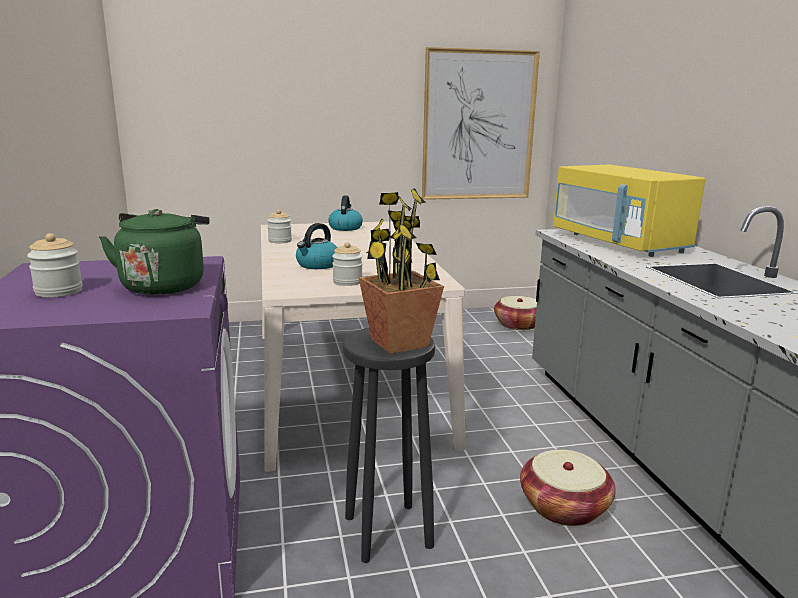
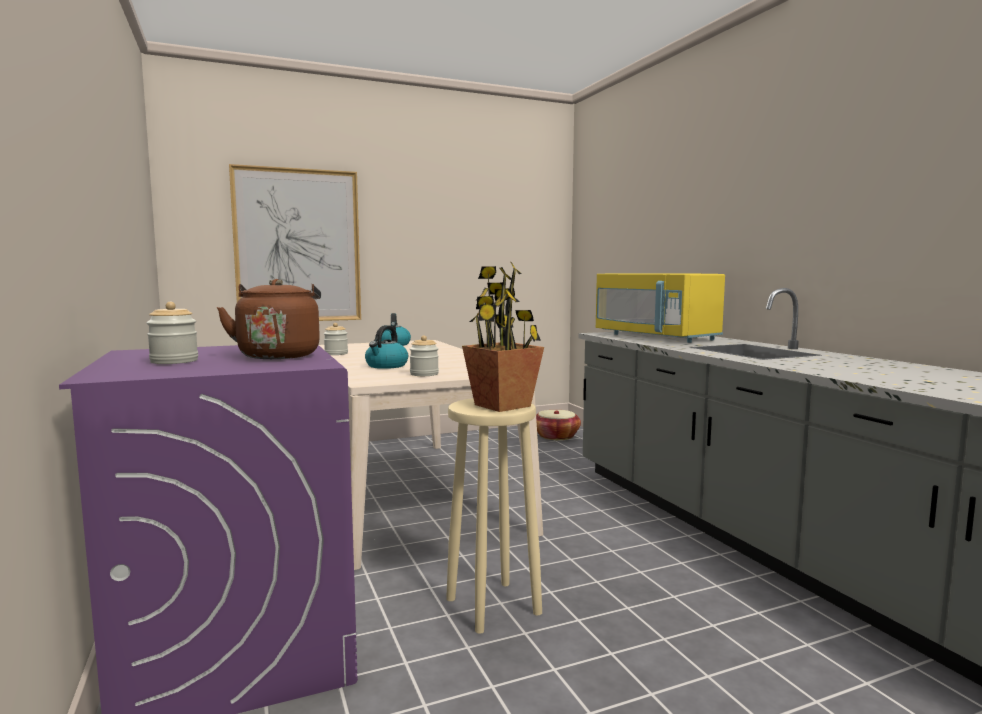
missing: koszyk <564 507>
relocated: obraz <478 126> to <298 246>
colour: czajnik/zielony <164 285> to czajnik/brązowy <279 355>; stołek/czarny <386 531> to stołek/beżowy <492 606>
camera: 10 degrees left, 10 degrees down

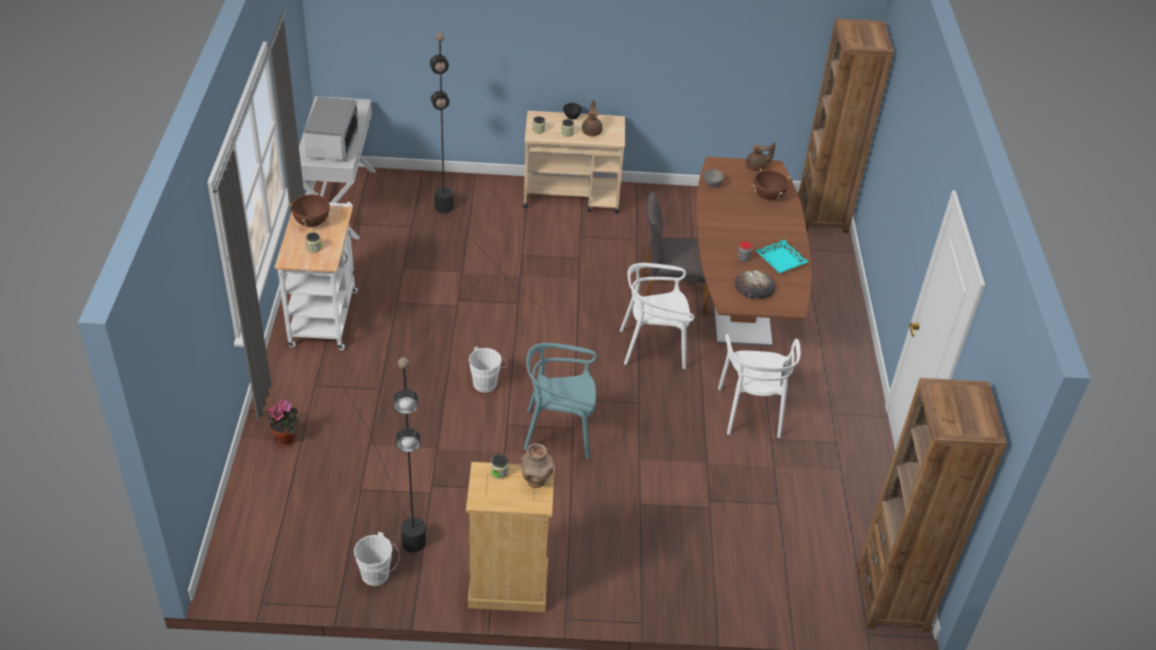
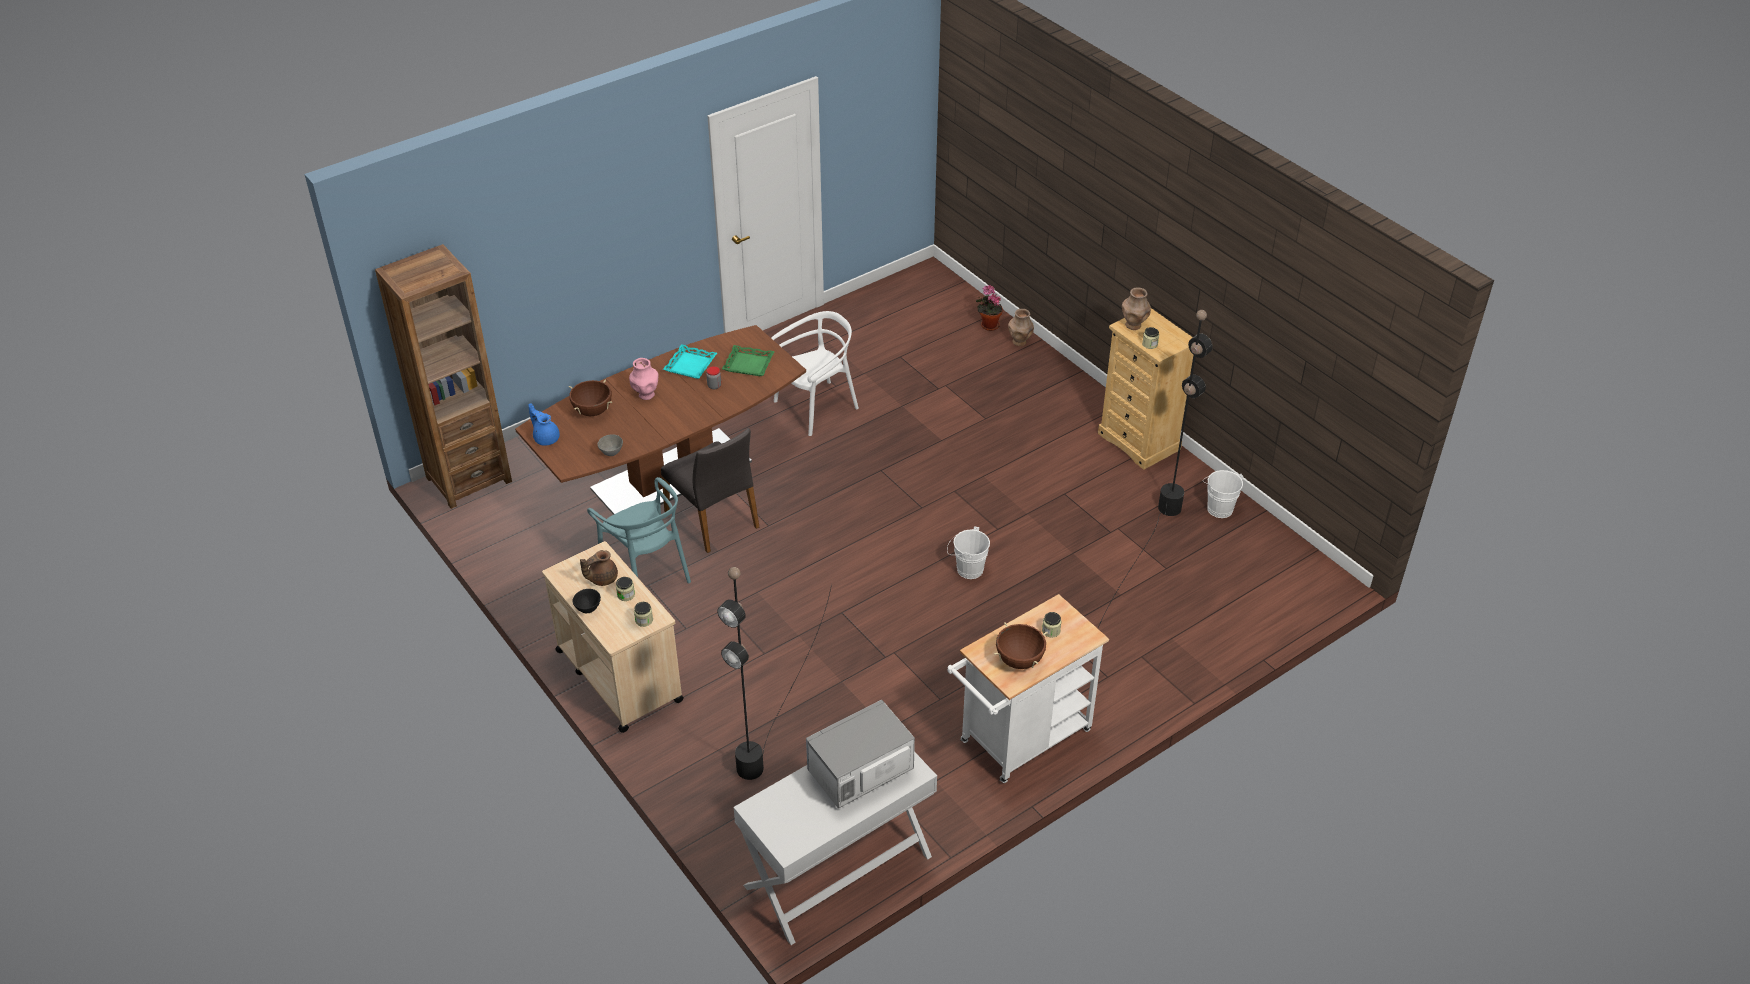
missing: krzesło/biały <653 347>; regał/brązowy <892 599>
appeared: wazon/różowy <646 395>; wazon/brązowy <1019 342>
relocated: krzesło/turkusowy <559 431> to <647 573>; roślina doniczkowa <287 438> to <988 325>
exchanged: chleb <754 287> to taca/zielony <748 364>
colour: imbryk/brązowy <757 167> to imbryk/niebieski <546 438>
camera: 125 degrees left, 0 degrees up

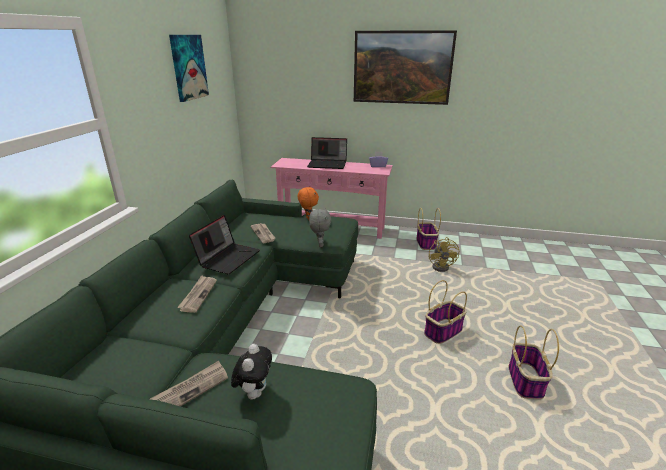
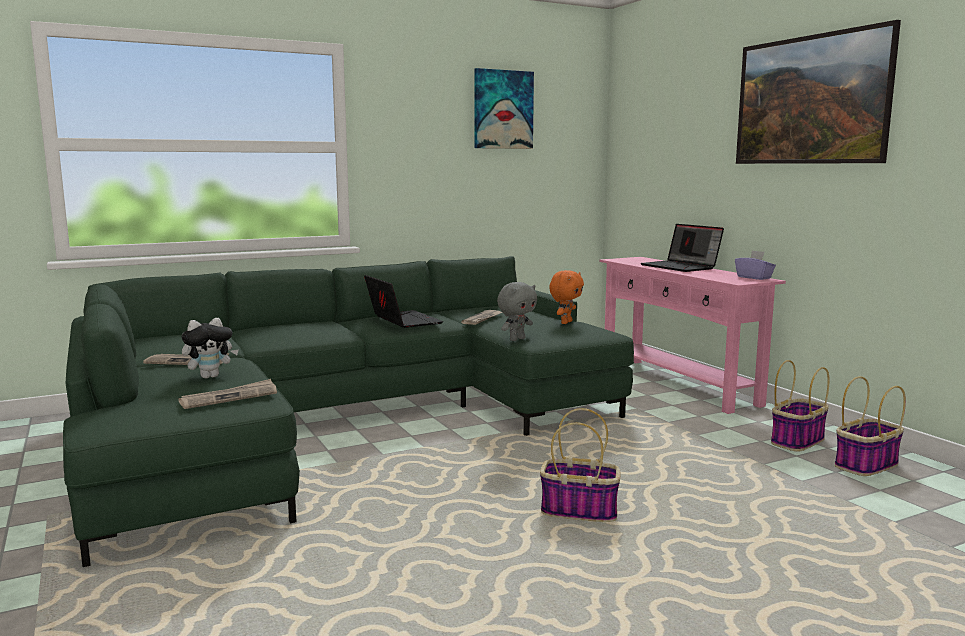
missing: wentylator/żółty <442 266>
relocated: gazeta <198 295> to <229 397>; koszyk <526 381> to <866 465>
spun: laptop <228 258> = <402 321> 105 degrees counterclockwise
camera: 50 degrees right, 15 degrees down

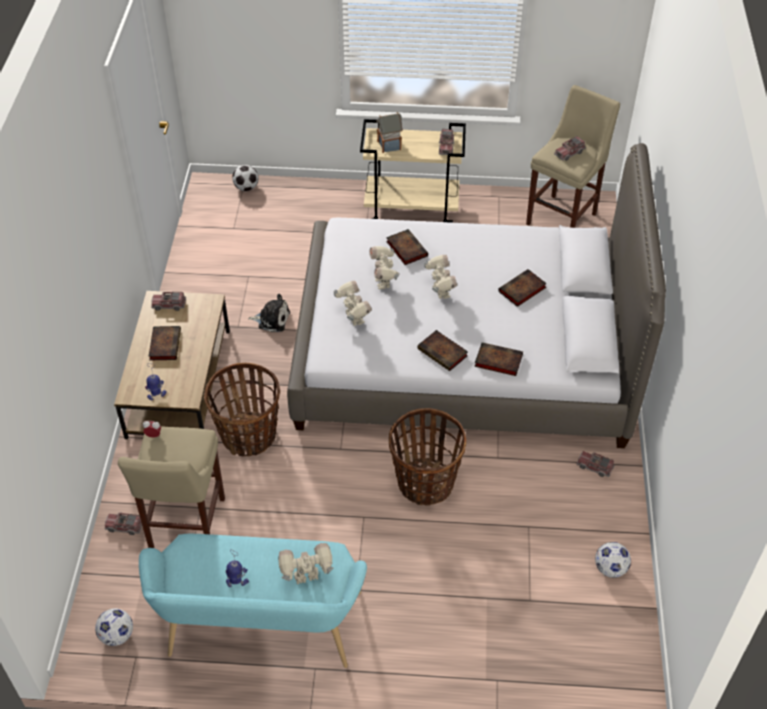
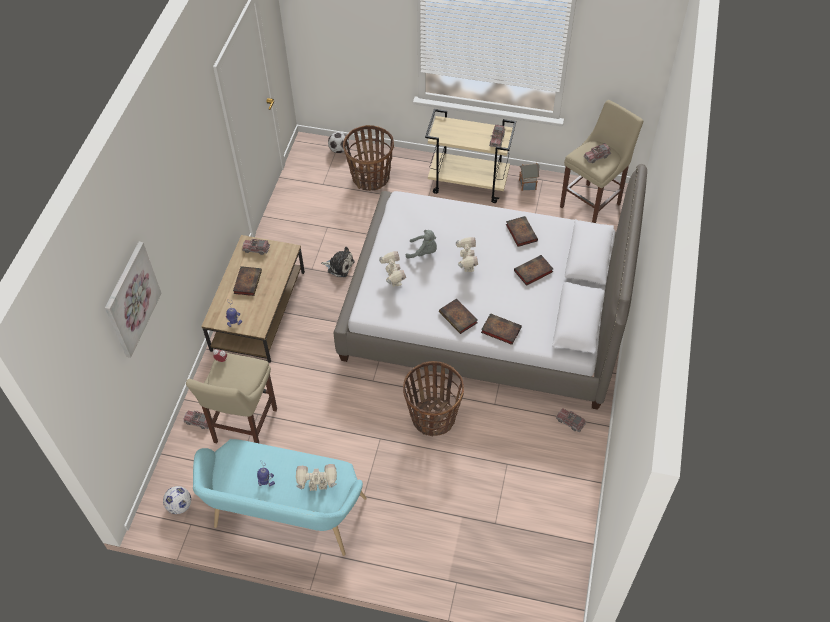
missing: piłka futbolowa <610 568>
appeared: obraz <131 299>
relocated: koszyk <249 436> to <371 178>; książka <405 248> to <520 232>; domek <389 145> to <528 184>
exchanged: robot zabawkowy <383 282> to pluszak/szary <423 252>
camera: 10 degrees right, 5 degrees up

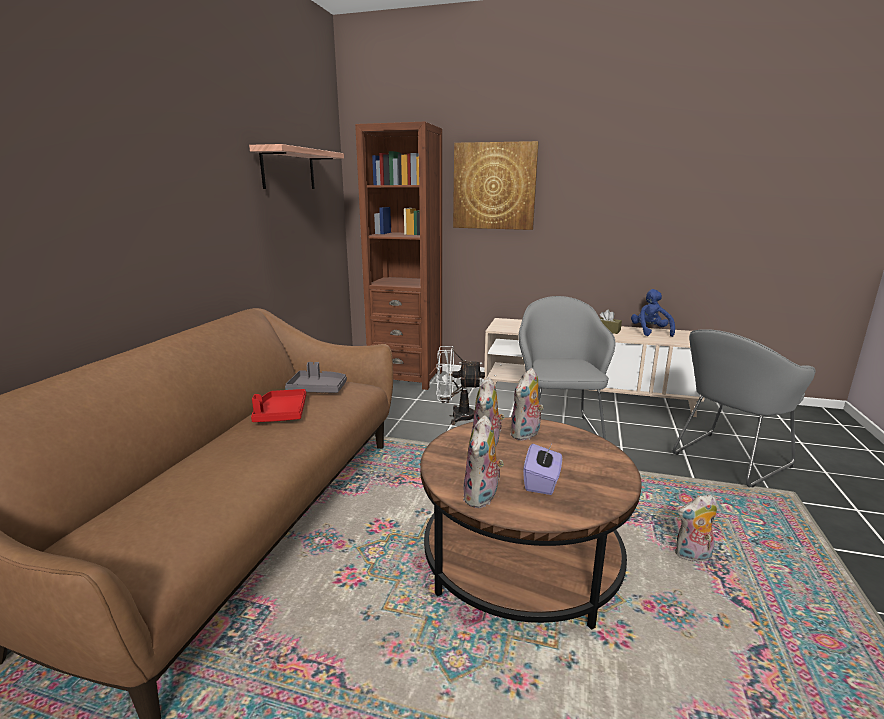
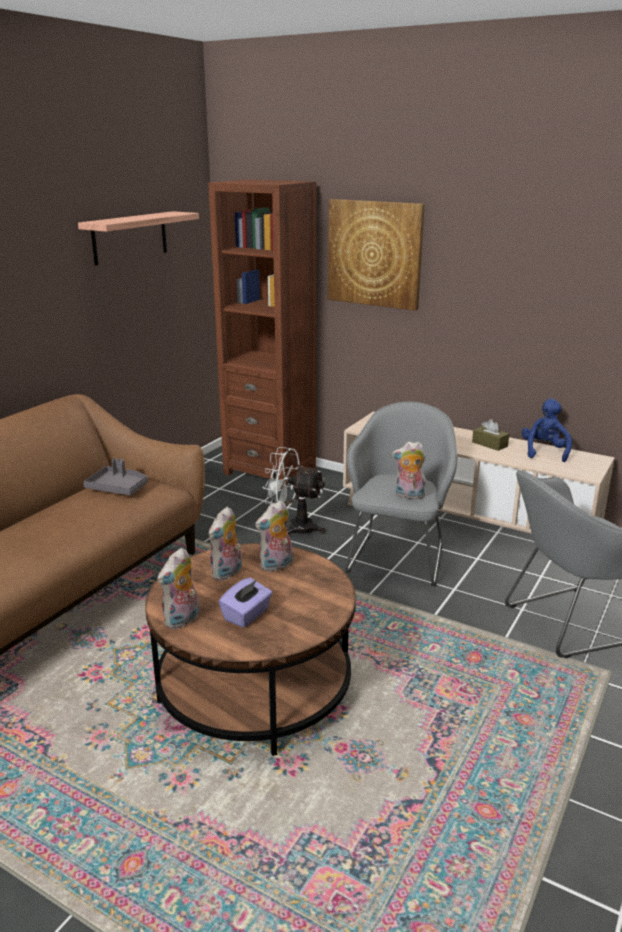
missing: taca/czerwony <281 414>
relocated: pluszak <692 557> to <408 496>
camera: 15 degrees right, 5 degrees up

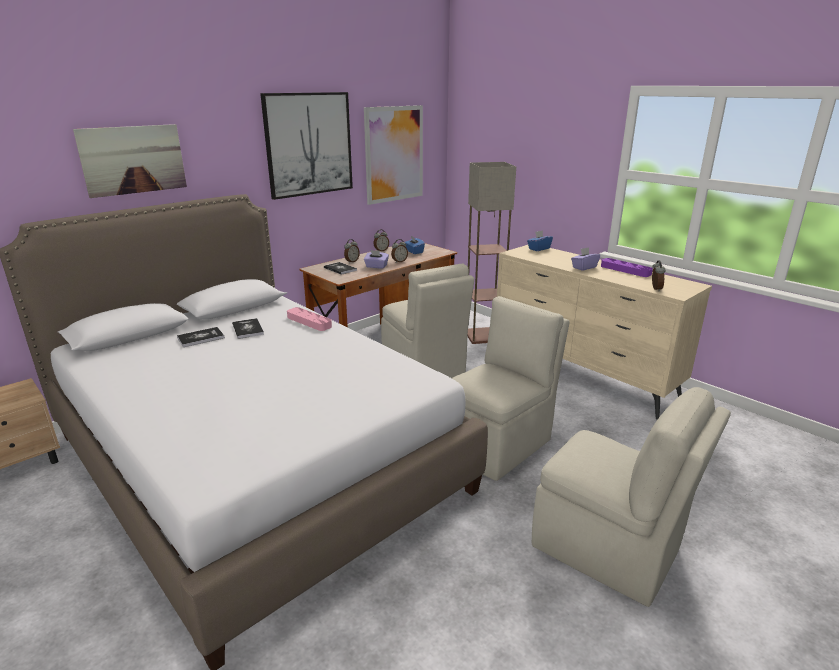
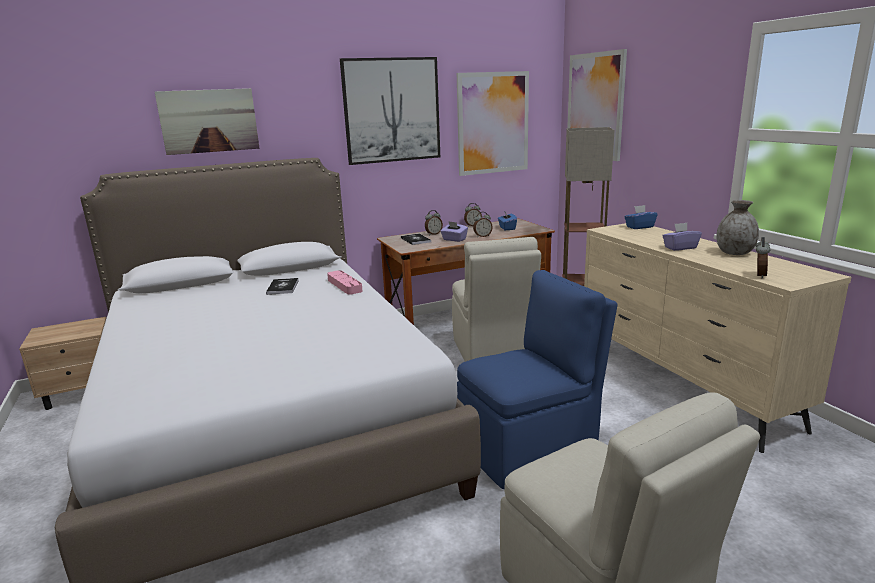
missing: książka <201 338>
appeared: obraz <595 106>
exchanged: taca/fioletowy <625 270> to wazon/szary <734 253>
colour: krzesło/beżowy <498 444> to krzesło/niebieski <529 447>
camera: 20 degrees right, 5 degrees down

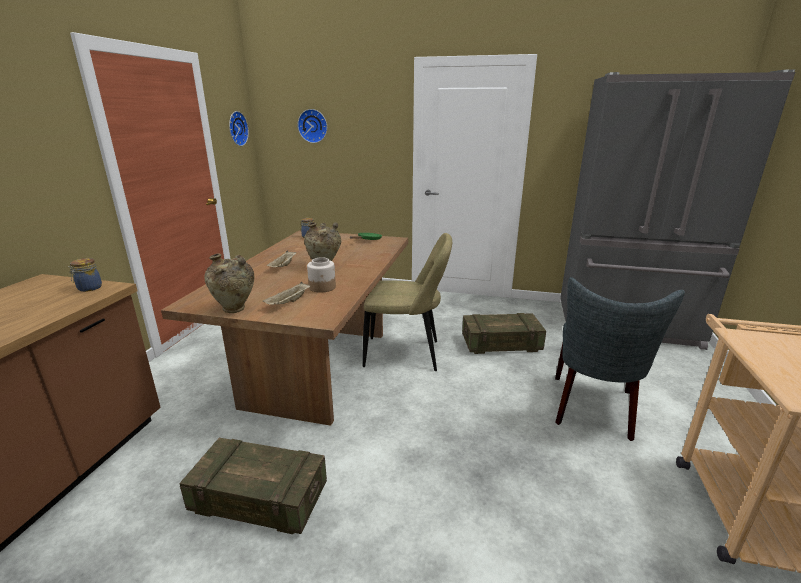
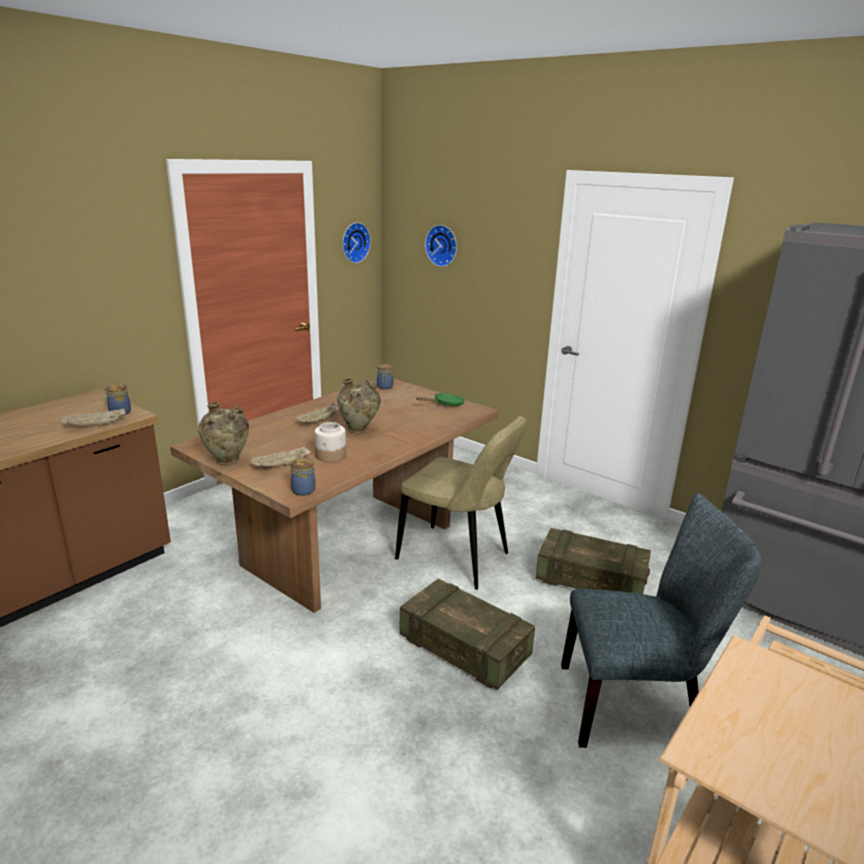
appeared: taca/beżowy <95 426>; słoik <304 490>
relocated: skrzynka <259 499> to <464 648>
spun: krzesło/szary <592 410> = <637 705> 135 degrees counterclockwise
camera: 25 degrees right, 0 degrees up

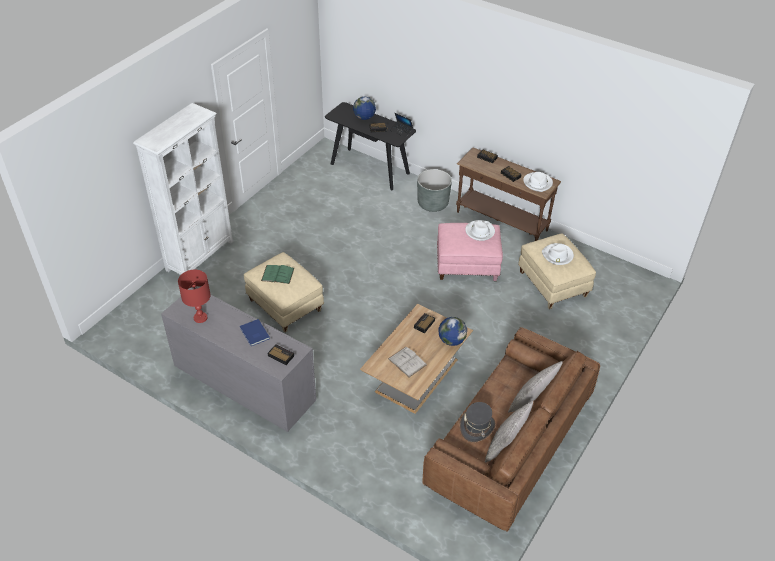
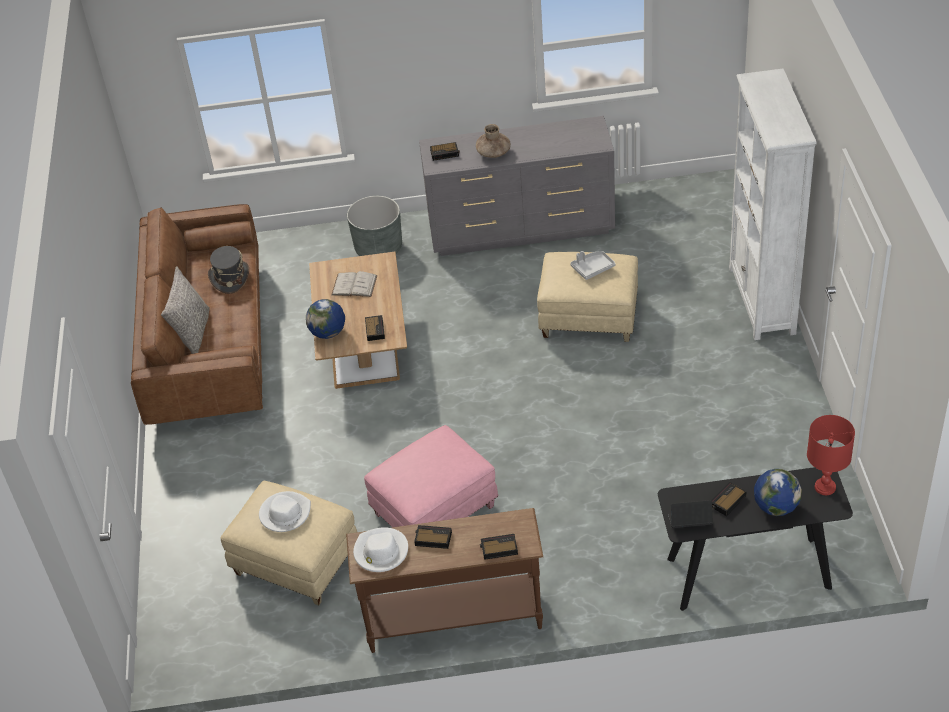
missing: kapelusz/biały <479 231>; poduszka/szary <505 445>
relocated: donica/szary <433 203> to <378 248>; lampa stołowa/czerwony <200 318> to <824 487>
exchanged: książka/niebieski <254 334> to wazon/brązowy <493 153>; książka/zielony <277 274> to taca/szary <592 268>
camera: 145 degrees right, 0 degrees up

